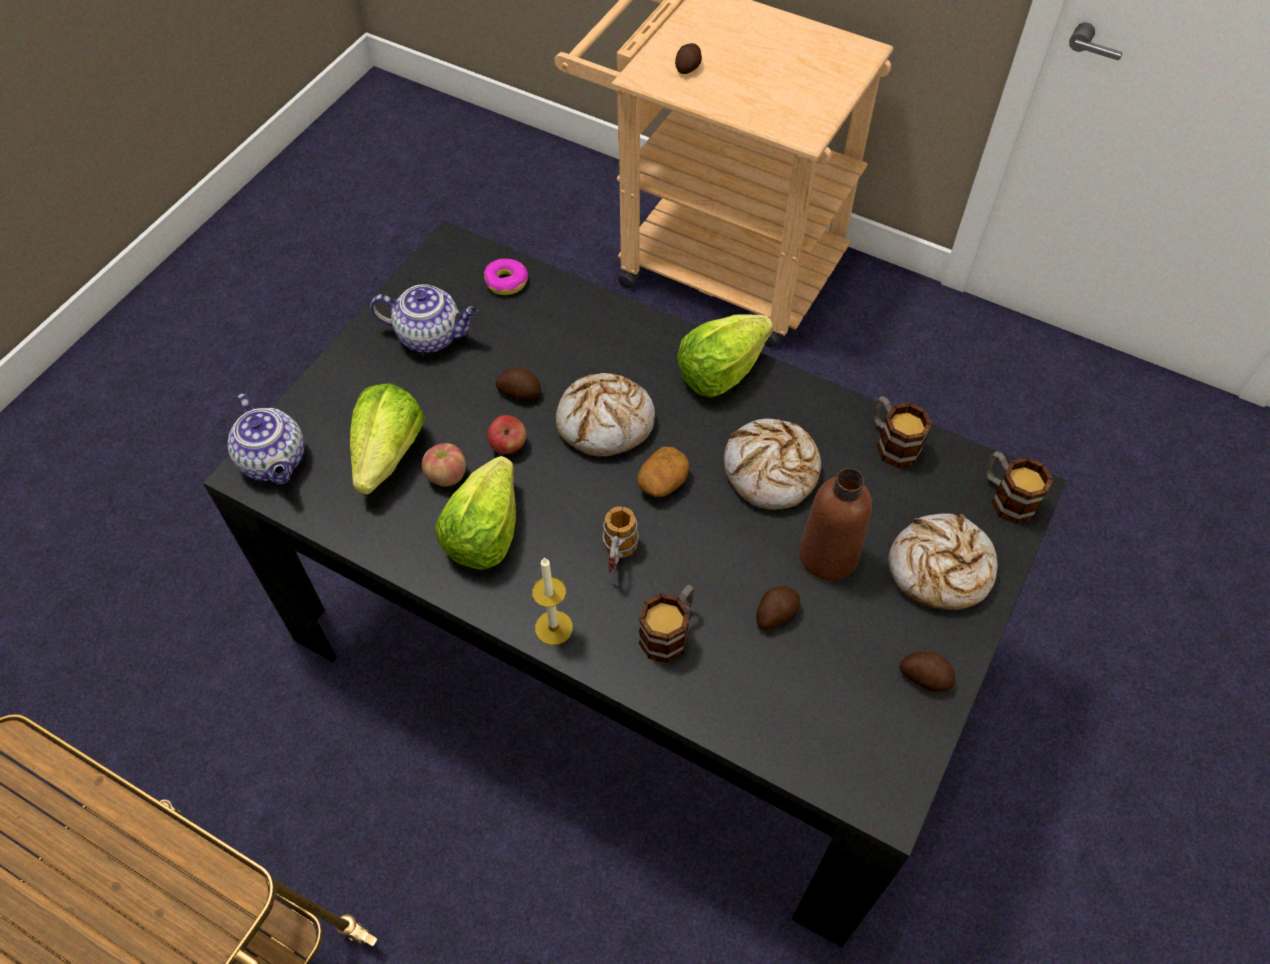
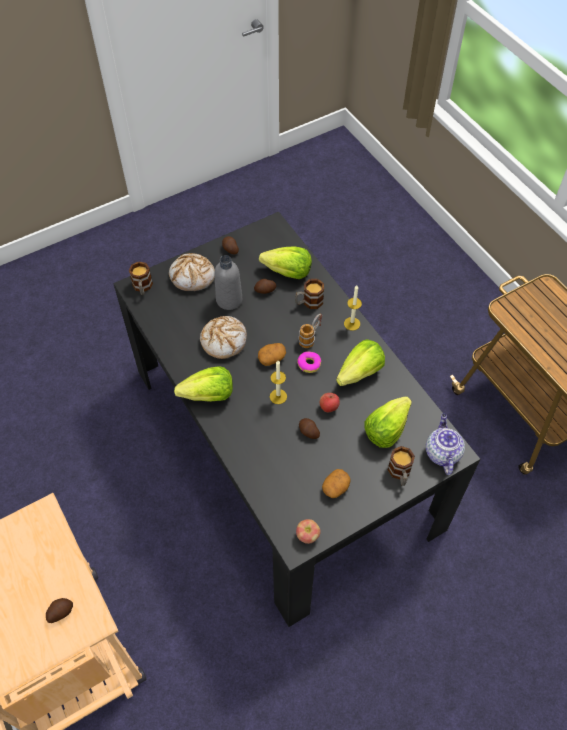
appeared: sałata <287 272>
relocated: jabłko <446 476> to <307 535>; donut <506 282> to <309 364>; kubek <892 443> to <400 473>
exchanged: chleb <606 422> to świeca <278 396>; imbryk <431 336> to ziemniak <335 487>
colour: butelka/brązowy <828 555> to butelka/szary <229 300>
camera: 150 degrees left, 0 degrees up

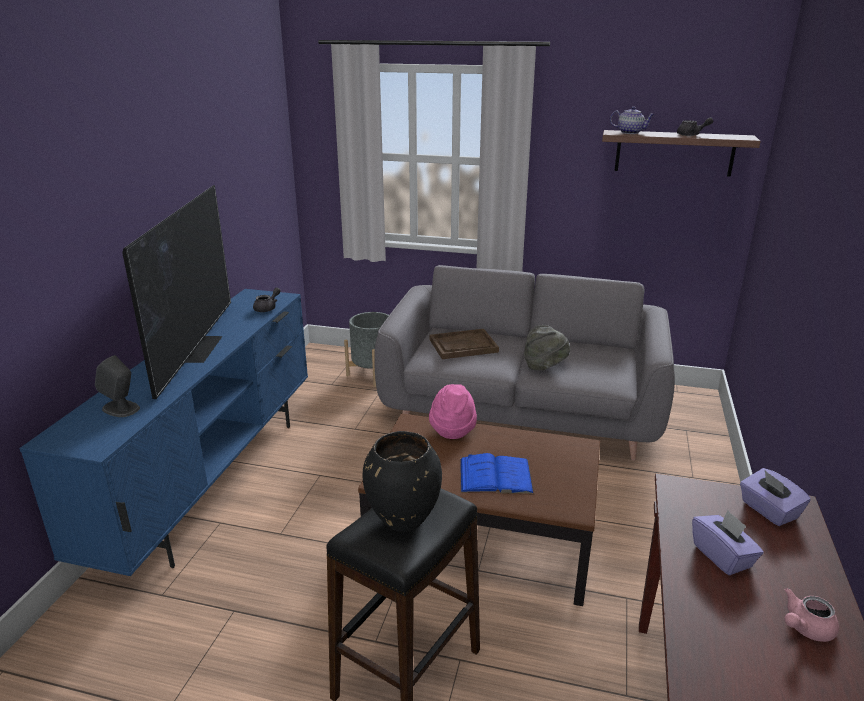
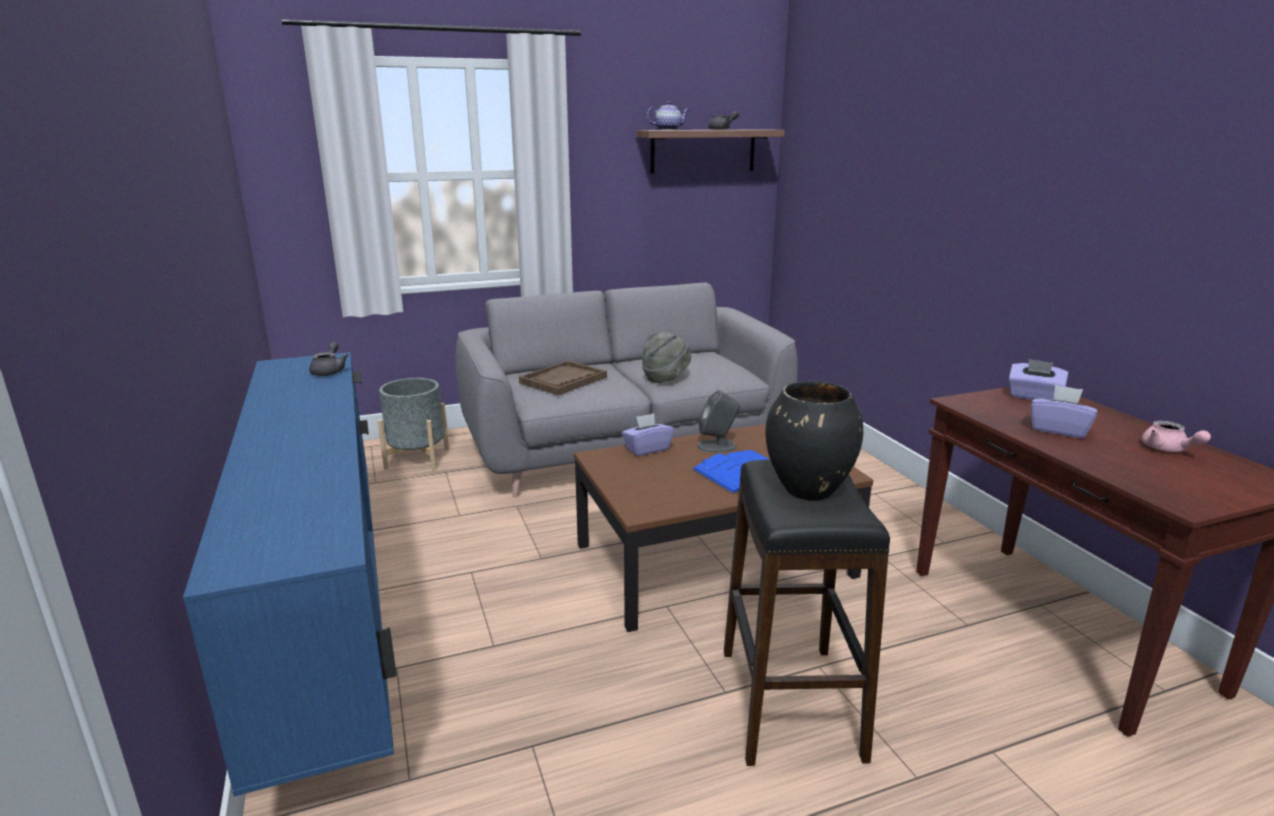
missing: telewizor <197 348>
relocated: głośnik/szary <121 408> to <717 446>
exchanged: kapelusz/różowy <452 428> to pudełko chusteczek/fioletowy <647 449>
spun: imbryk/różowy <805 628> = <1168 449> 45 degrees counterclockwise
camera: 35 degrees left, 5 degrees down

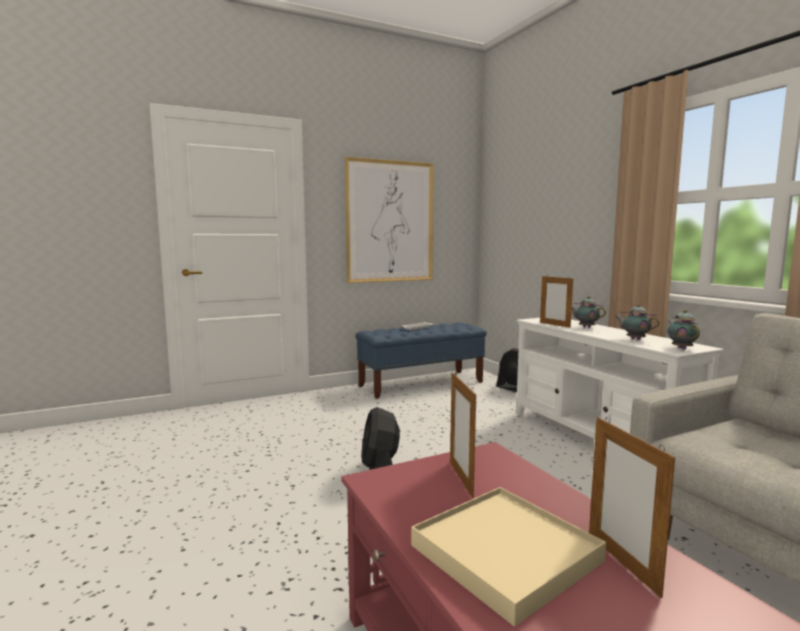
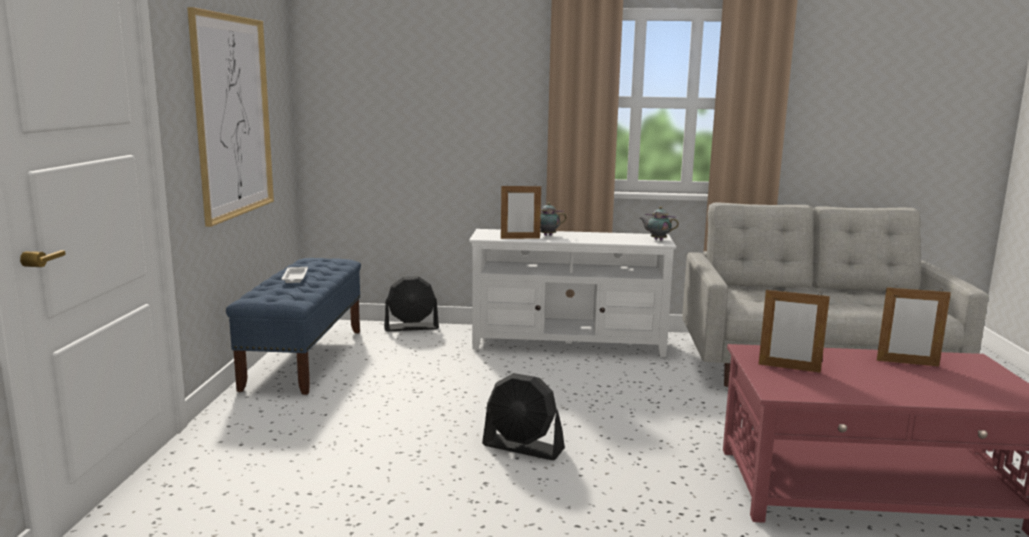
missing: taca/beżowy <504 553>; imbryk <634 339>
camera: 60 degrees left, 5 degrees up

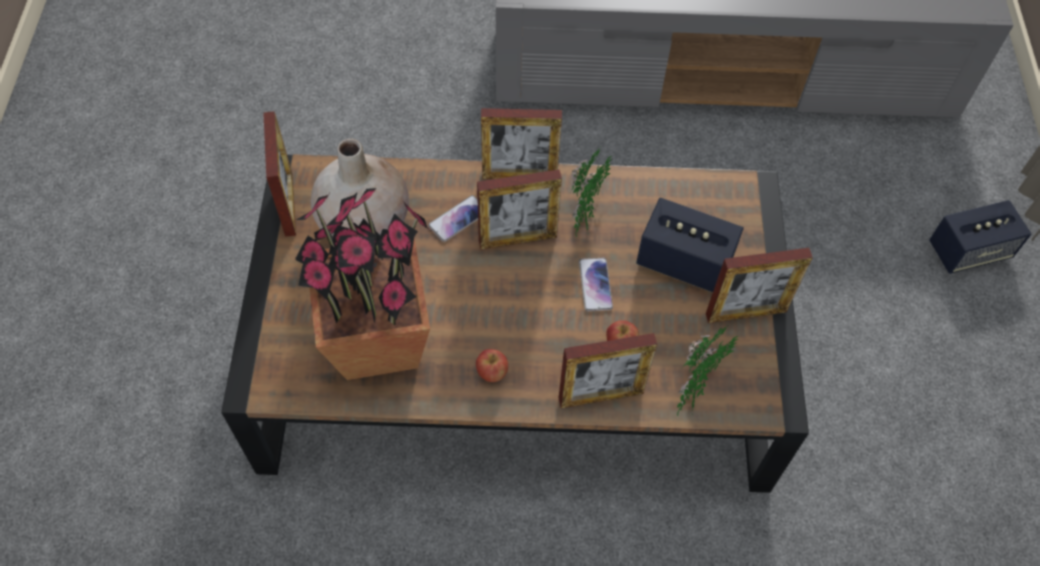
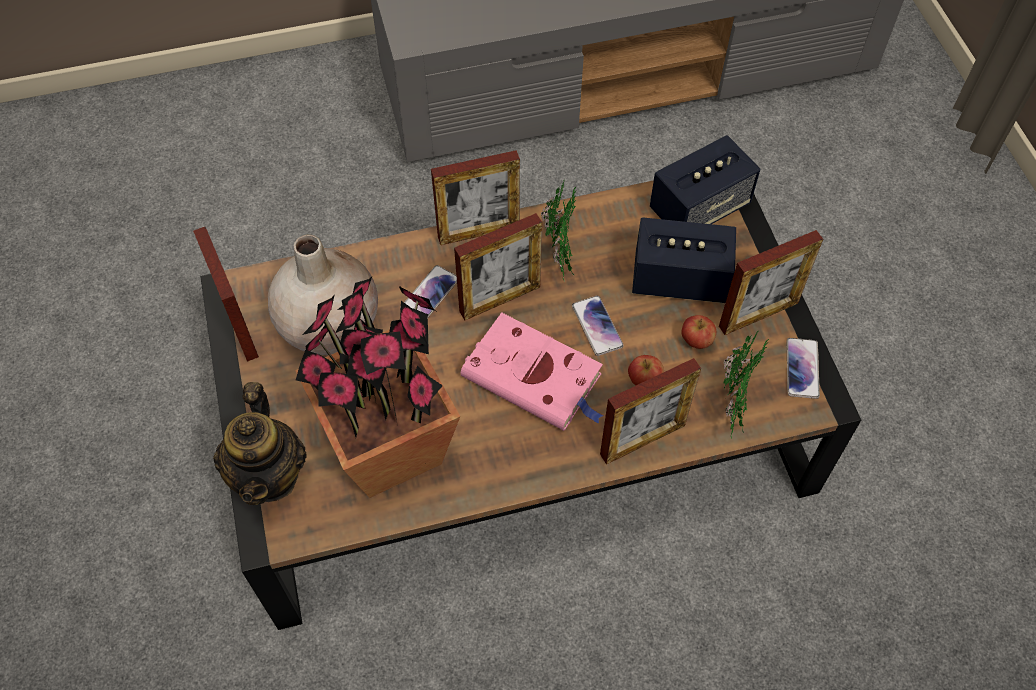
appeared: imbryk <270 474>; książka/różowy <535 377>; telefon <802 368>
relocated: głośnik <968 251> to <699 208>; jabłko <492 373> to <696 341>
camera: 15 degrees left, 0 degrees up

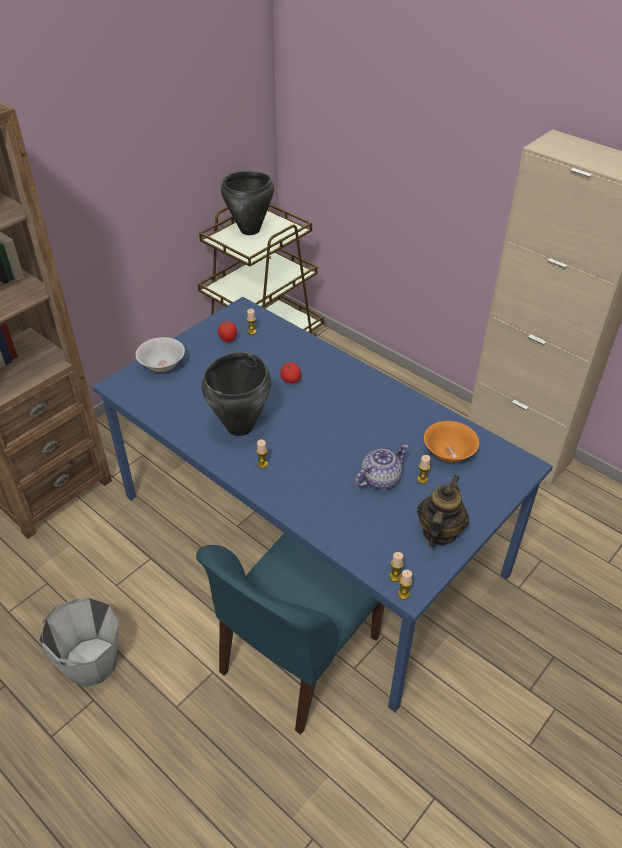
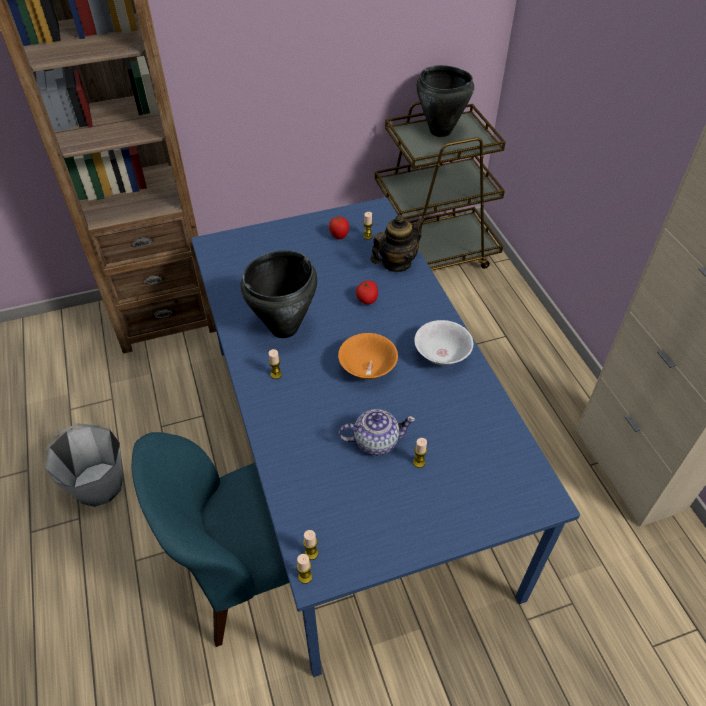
relocated: miska/pomarańczowy <448 454> to <367 369>; imbryk <439 532> to <396 263>; miska/biały <162 366> to <442 355>
camera: 30 degrees right, 5 degrees up

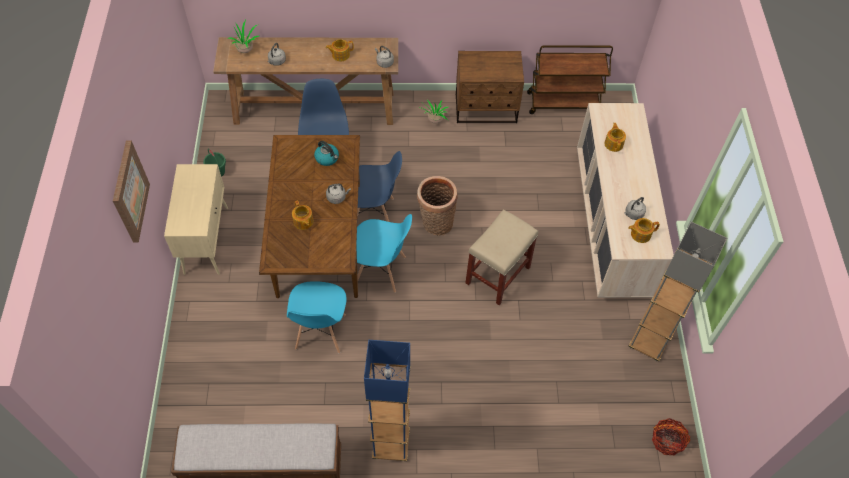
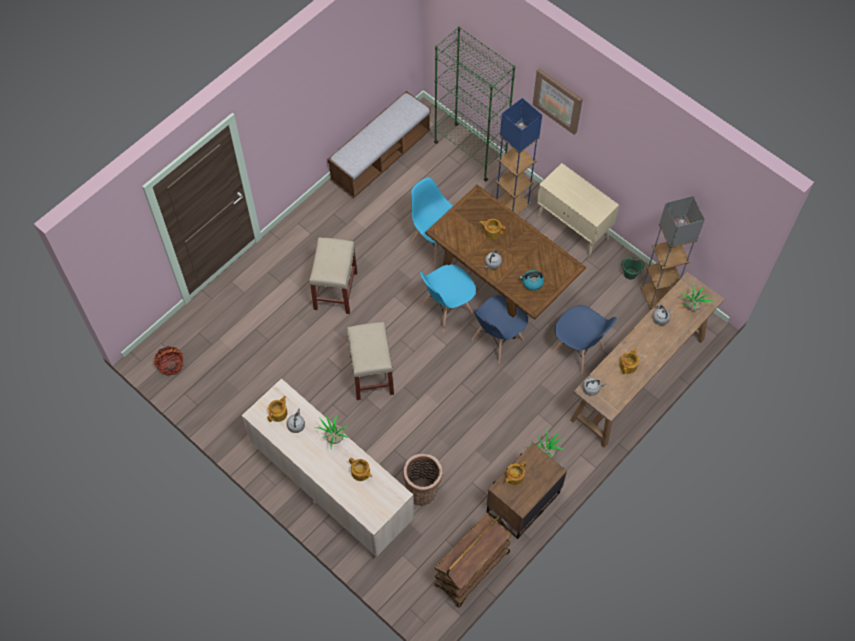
appeared: stołek/beżowy <335 290>; roślina doniczkowa <333 438>; regał/zielony <470 151>; imbryk <514 477>
relocated: koszyk <435 223> to <422 490>; lampa stojąca/niebieski <391 444> to <512 205>; lampa stojąca/szary <648 343> to <656 296>
camera: 135 degrees right, 5 degrees up

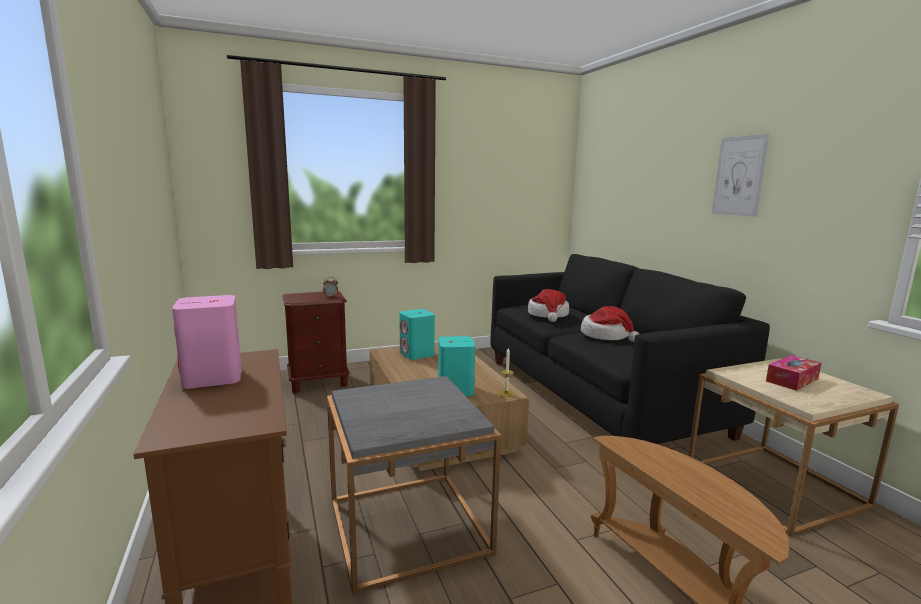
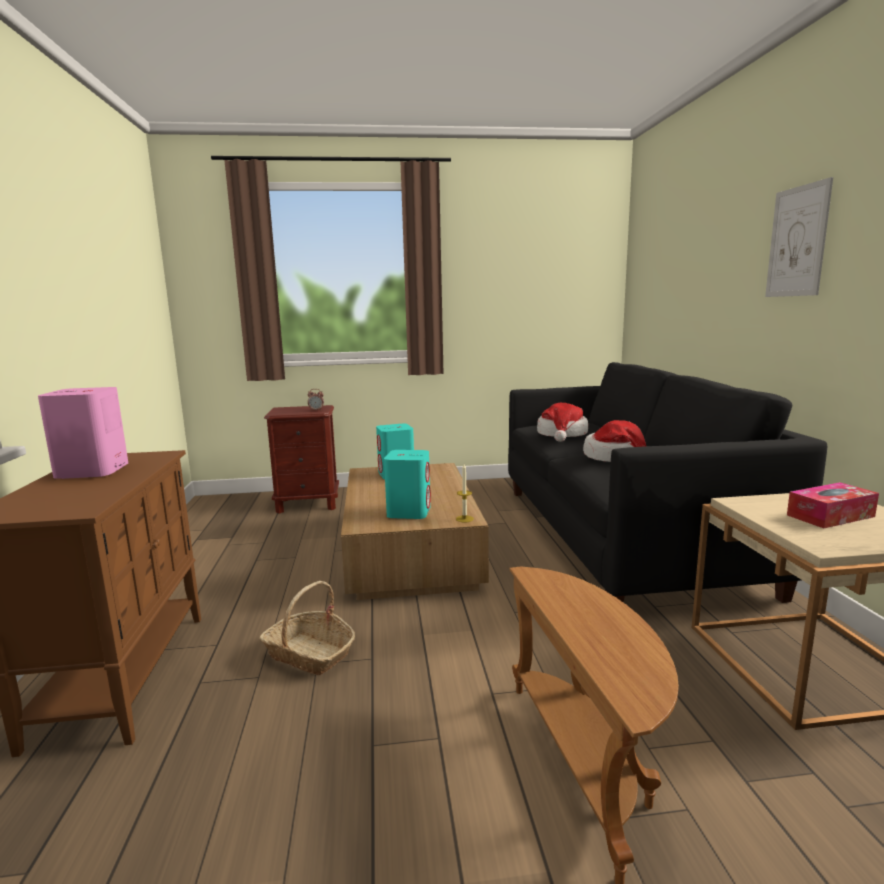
exchanged: stolik/szary <408 525> to koszyk <310 654>
camera: 15 degrees right, 0 degrees up

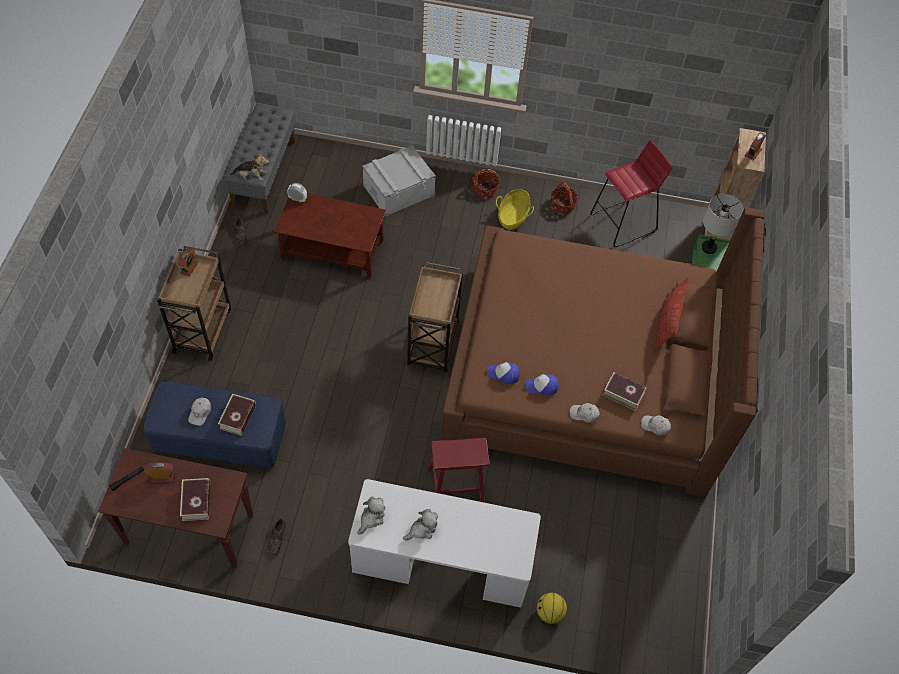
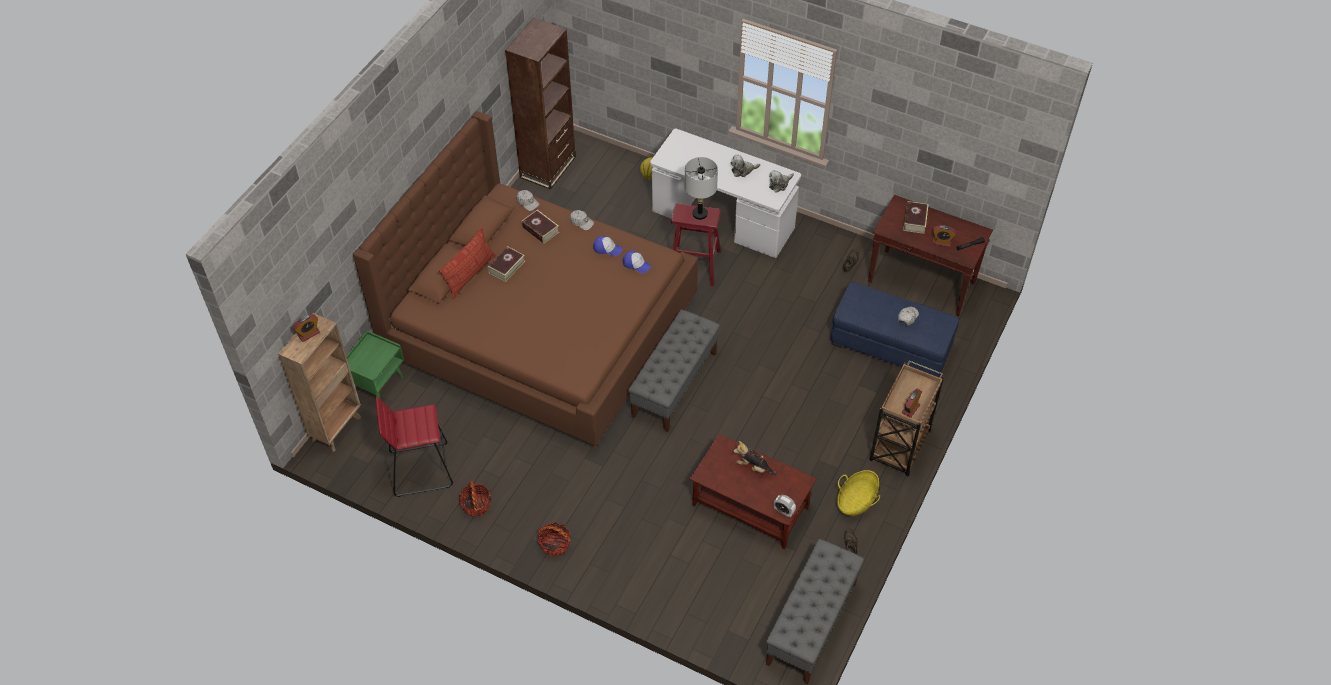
missing: pojemnik do przechowywania/szary <398 190>
appeared: regał/brązowy <548 167>
relocated: książka <238 417> to <506 267>; lampa stołowa/szary <709 248> to <699 214>; pluszak <251 176> to <754 467>; koszyk <513 216> to <856 500>
exchanged: wózek/brązowy <433 345> to ławka/szary <674 384>
camera: 160 degrees left, 5 degrees down

